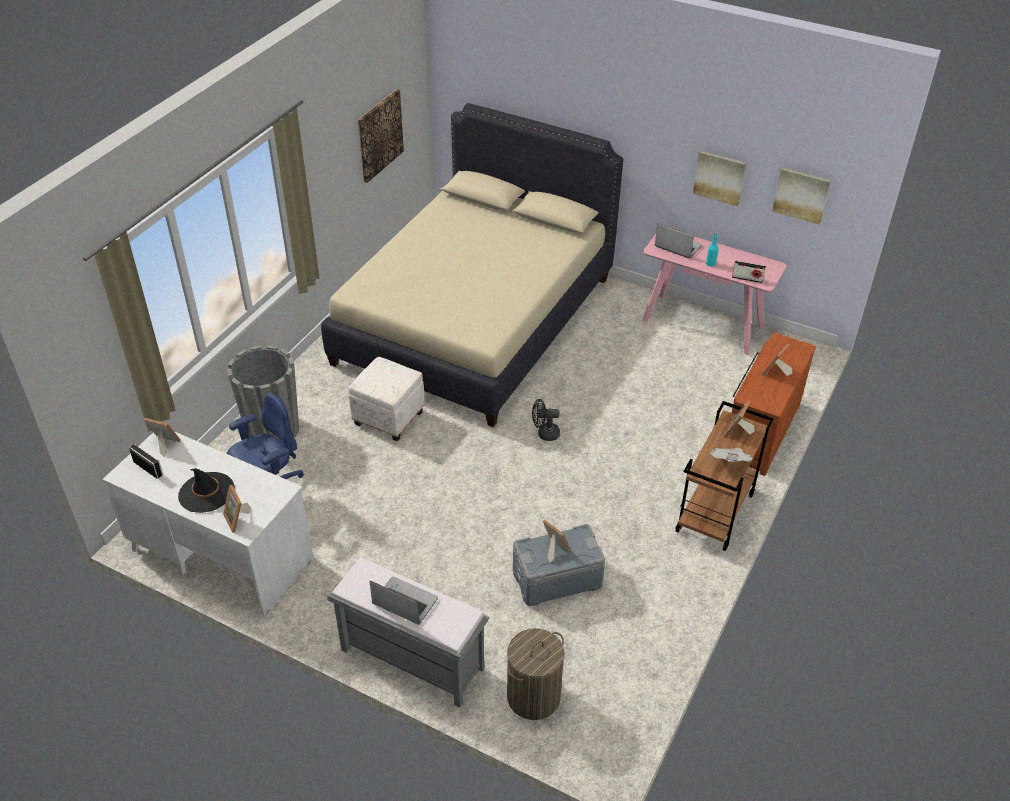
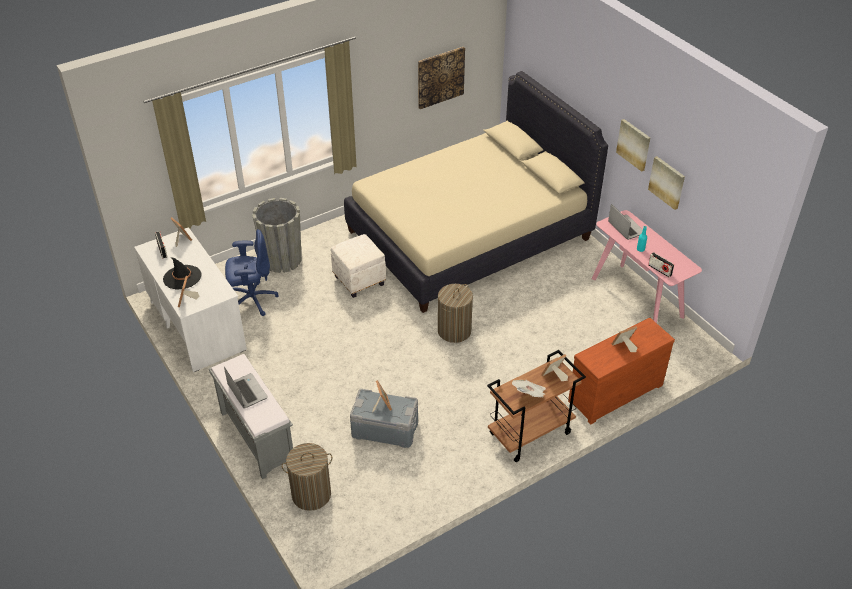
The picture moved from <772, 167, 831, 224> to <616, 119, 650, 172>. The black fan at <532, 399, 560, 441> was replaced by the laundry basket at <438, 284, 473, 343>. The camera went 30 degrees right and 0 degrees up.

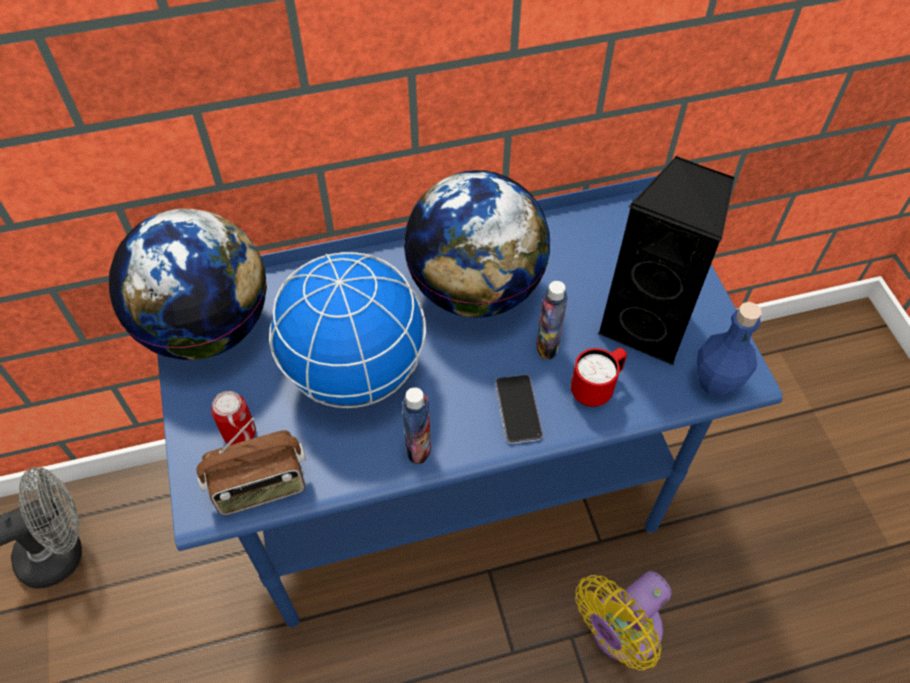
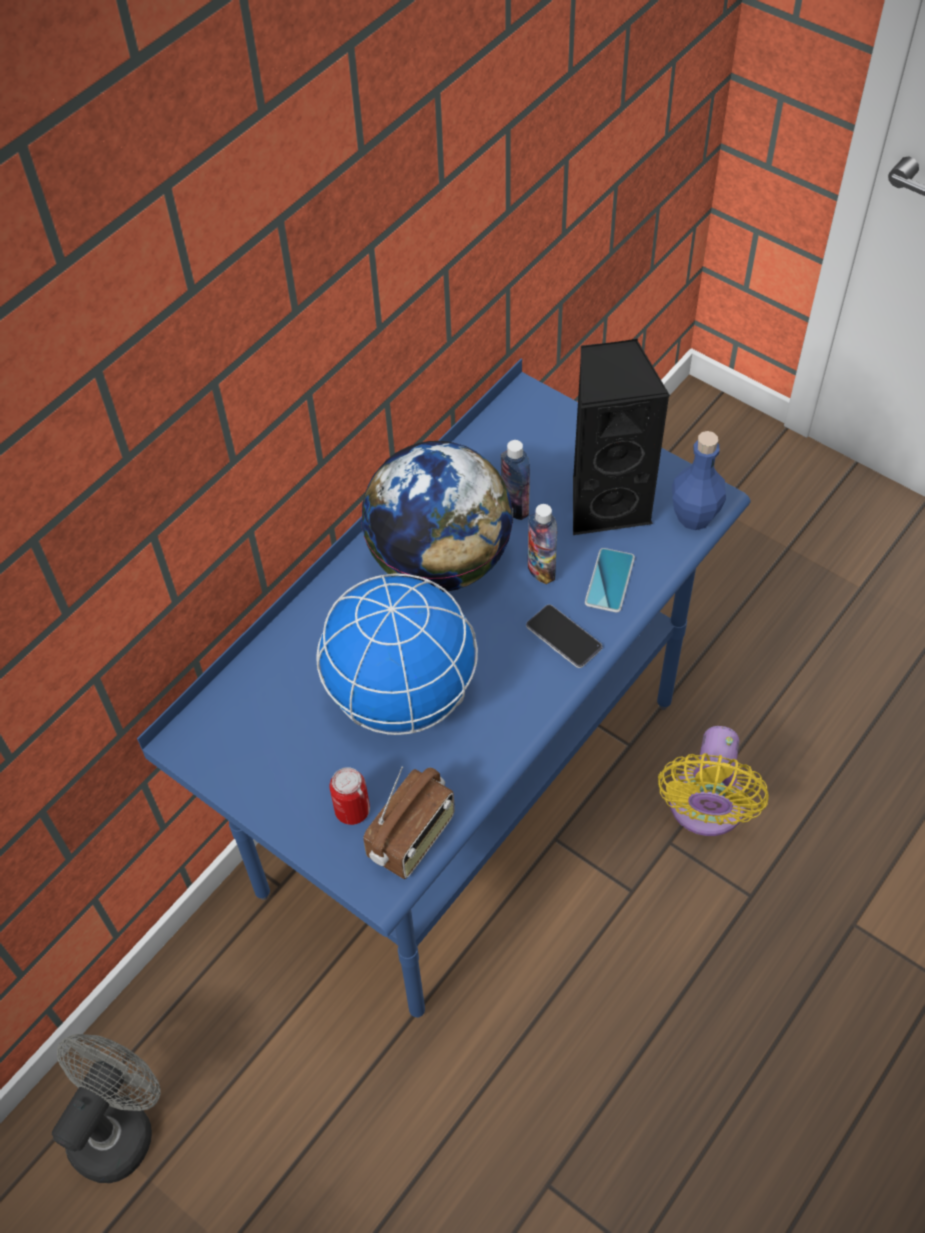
The globe at <109, 209, 267, 360> disappeared. The red mug at <571, 347, 627, 407> was replaced by the phone at <585, 548, 635, 613>. The bottle moved from <402, 387, 431, 464> to <501, 440, 530, 520>. The camera went 35 degrees left and 0 degrees up.

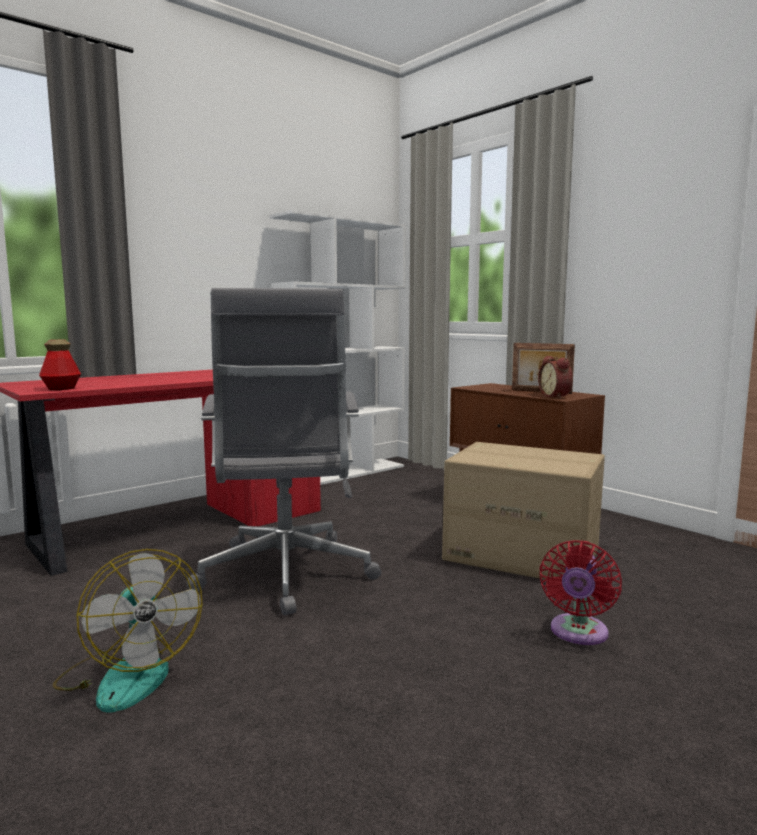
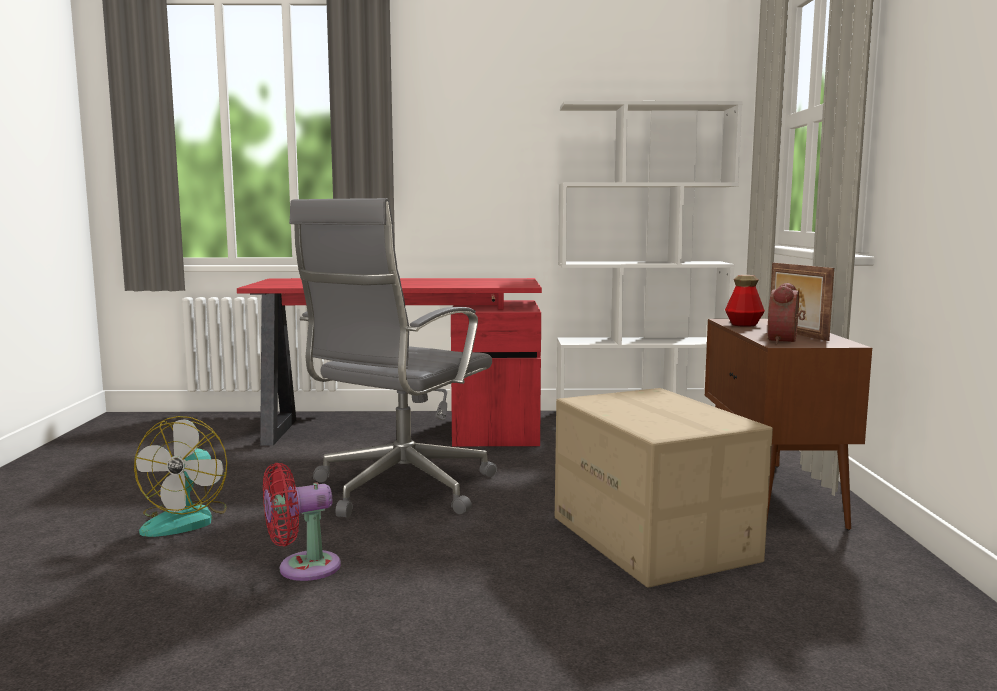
The bottle moved from <39, 340, 81, 390> to <725, 275, 765, 327>. The red fan moved from <539, 540, 622, 645> to <263, 463, 341, 581>. The camera went 40 degrees right and 0 degrees up.

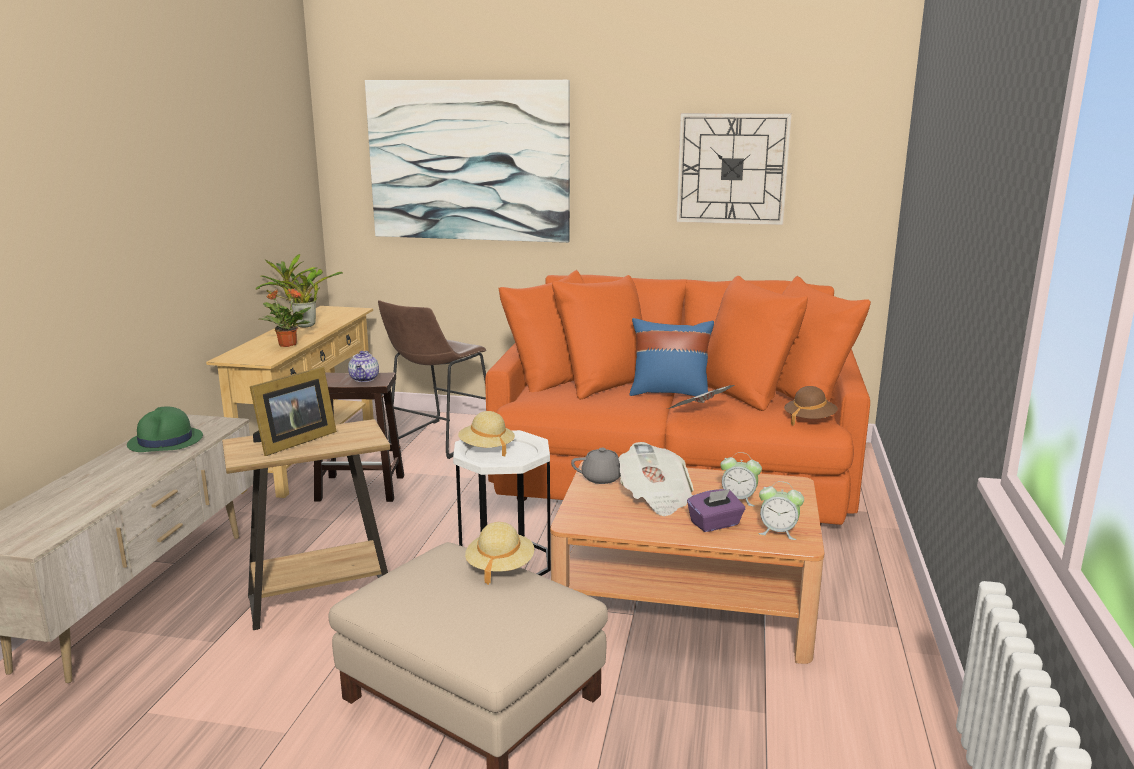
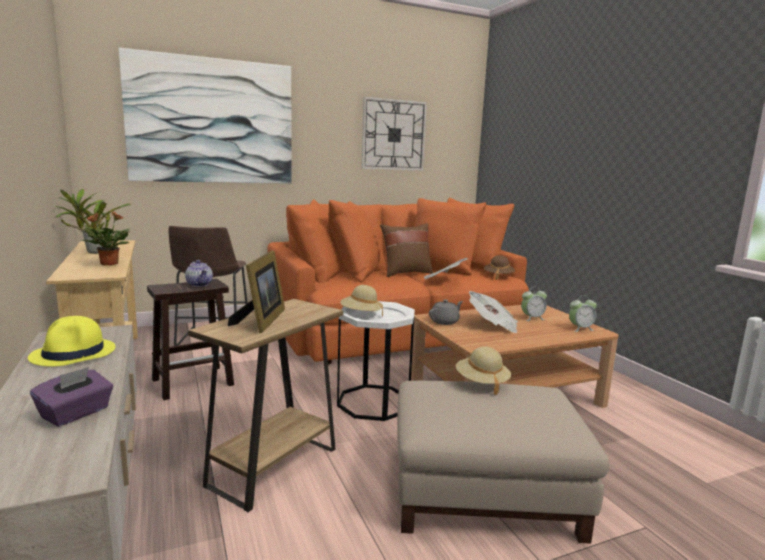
The blue pillow at <629, 318, 714, 396> became the brown pillow at <380, 223, 433, 277>. The green hat at <127, 406, 203, 452> became the yellow hat at <28, 316, 116, 367>. The purple tissue box moved from <687, 489, 745, 532> to <30, 367, 113, 427>. The camera went 35 degrees left and 5 degrees down.

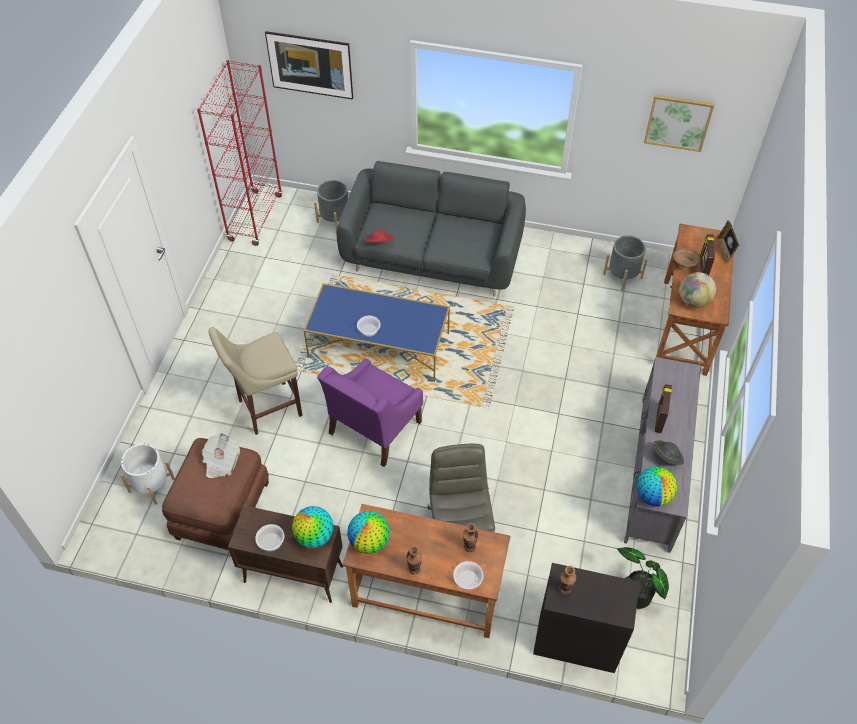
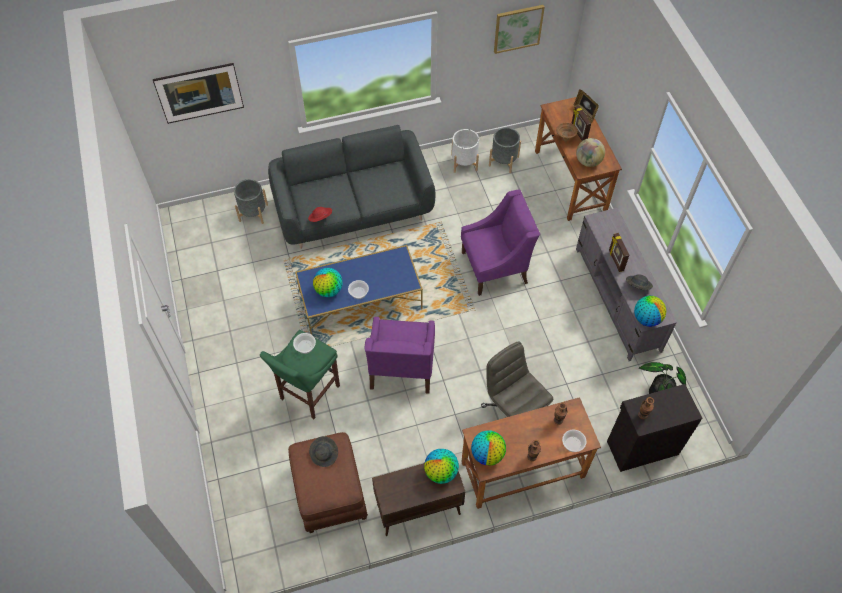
The red bookcase at <197, 60, 282, 246> disappeared. The beige stool at <208, 327, 302, 435> became the green stool at <260, 330, 340, 419>. The newspaper at <202, 432, 240, 478> was replaced by the grey hat at <309, 436, 338, 467>. The white planter moved from <120, 443, 175, 505> to <451, 129, 479, 173>. The bowl moved from <255, 524, 284, 552> to <293, 333, 316, 354>. The purple armchair at <461, 189, 540, 296> appeared. The globe at <313, 268, 343, 297> appeared. The camera went 30 degrees left and 5 degrees up.

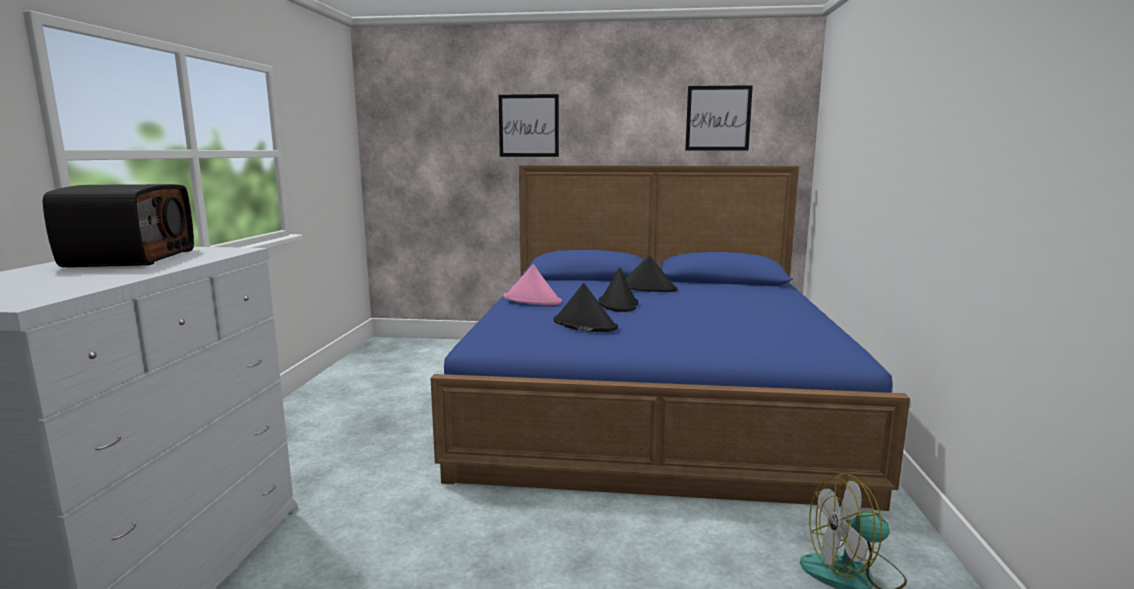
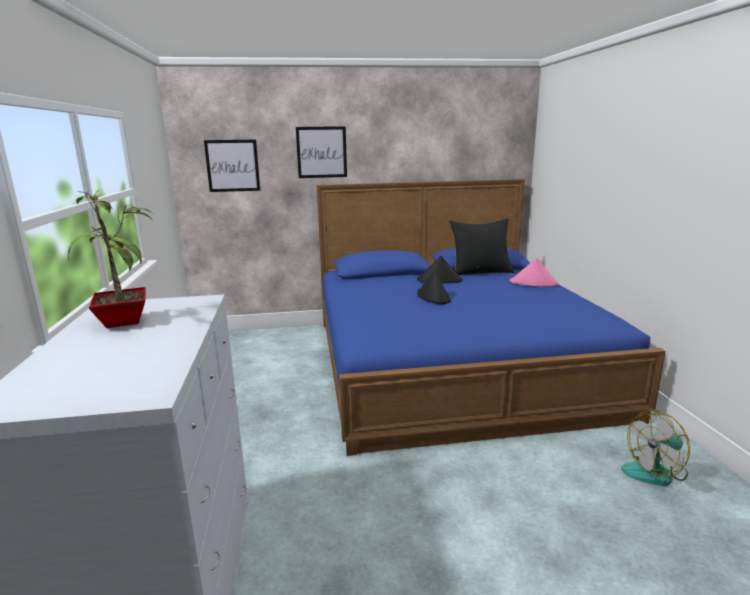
The picture moved from <685, 85, 753, 150> to <204, 140, 260, 192>. The radio at <43, 184, 194, 267> was replaced by the potted plant at <68, 191, 153, 328>. The pink hat moved from <504, 264, 562, 305> to <510, 258, 559, 287>. The black hat at <554, 283, 618, 332> disappeared. The black pillow at <449, 218, 514, 275> appeared. The camera went 15 degrees left and 5 degrees up.

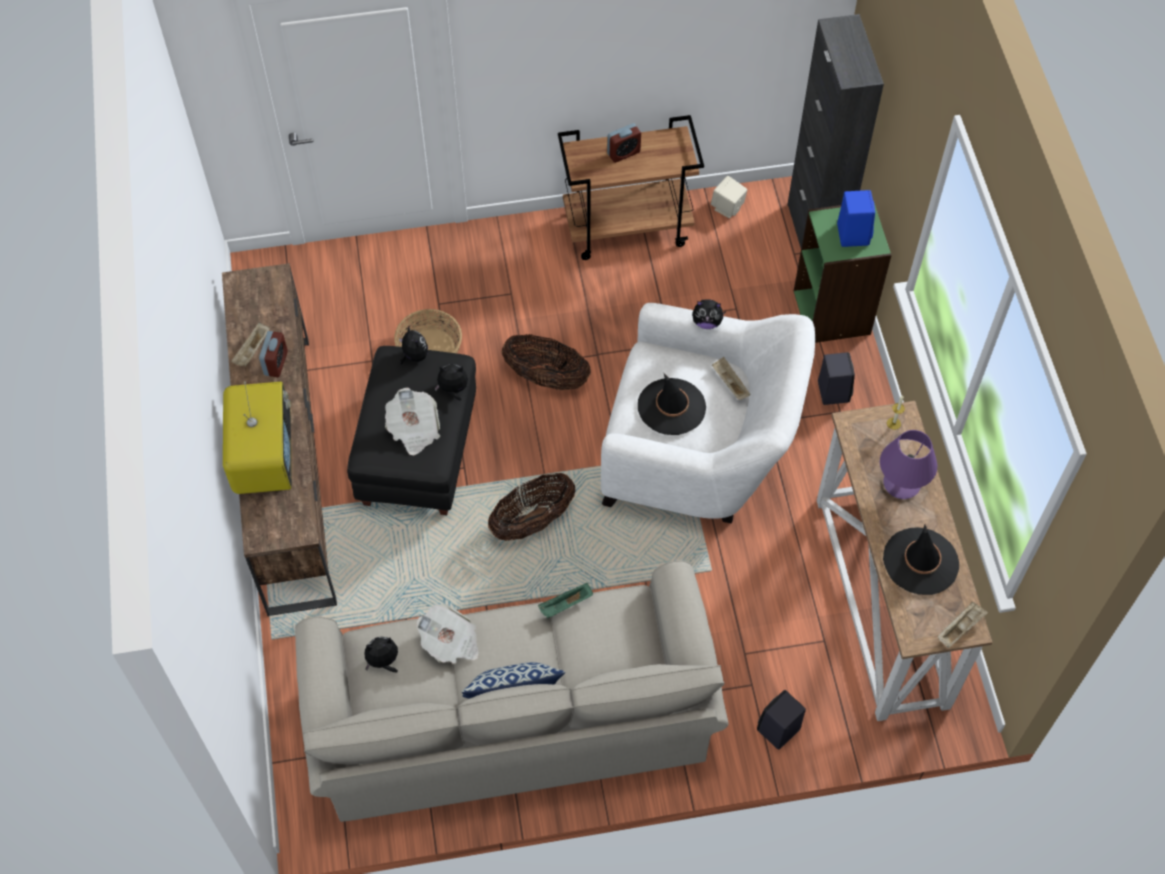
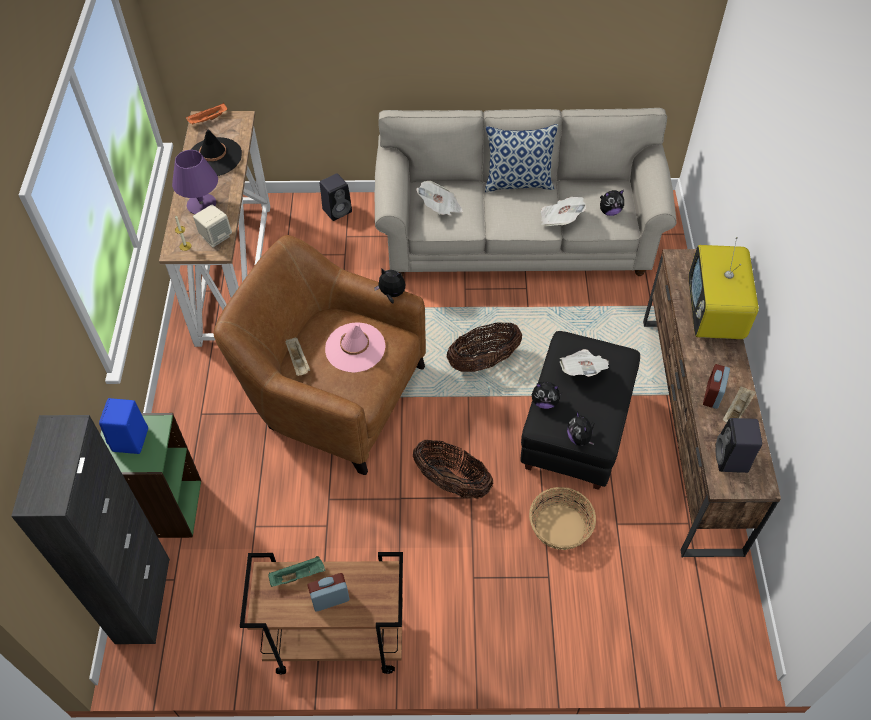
The beige speaker moved from <711, 176, 747, 218> to <193, 205, 232, 247>. The plush toy moved from <692, 299, 727, 329> to <374, 268, 405, 303>. The white armchair at <601, 303, 815, 523> became the brown armchair at <214, 235, 426, 475>. The black speaker moved from <818, 352, 855, 405> to <715, 418, 762, 473>. The black hat at <638, 373, 706, 435> became the pink hat at <325, 322, 386, 373>. The green tray moved from <538, 583, 593, 618> to <268, 556, 325, 587>. The beige tray at <938, 602, 988, 648> became the orange tray at <186, 103, 227, 125>. The newspaper at <416, 181, 463, 215> appeared. The camera went 170 degrees left and 5 degrees down.

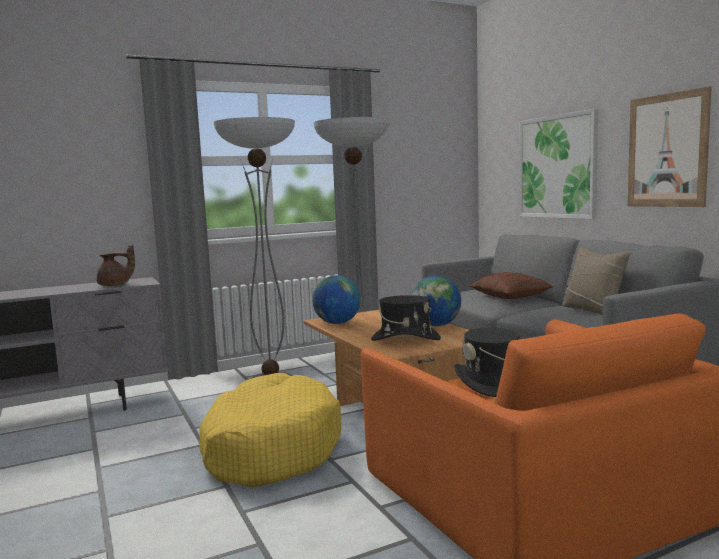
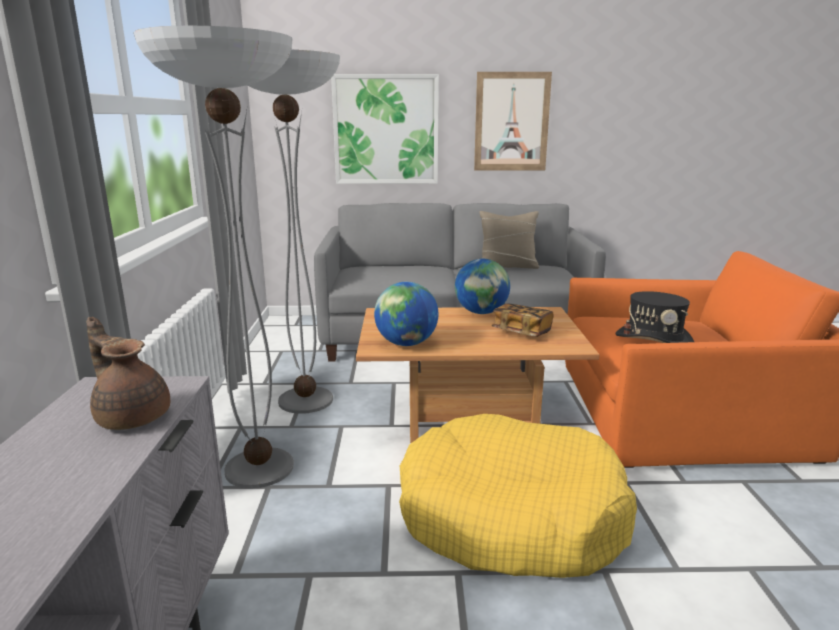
The brown teapot at <97, 245, 135, 286> turned 60 degrees counterclockwise. The brown pillow at <470, 272, 553, 299> disappeared. The black hat at <371, 295, 441, 341> was replaced by the book at <492, 303, 554, 337>. The camera went 65 degrees left and 10 degrees up.

